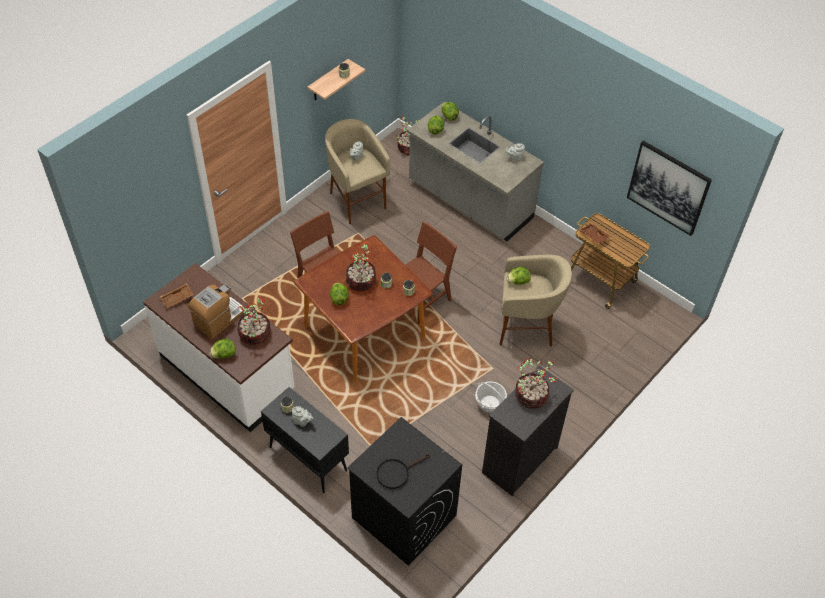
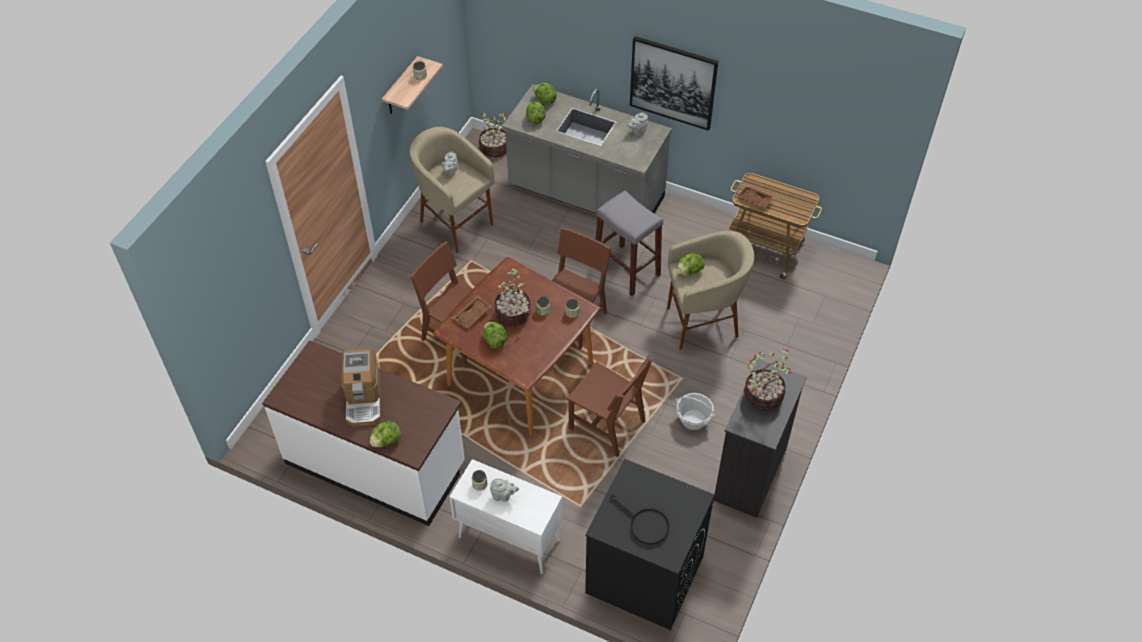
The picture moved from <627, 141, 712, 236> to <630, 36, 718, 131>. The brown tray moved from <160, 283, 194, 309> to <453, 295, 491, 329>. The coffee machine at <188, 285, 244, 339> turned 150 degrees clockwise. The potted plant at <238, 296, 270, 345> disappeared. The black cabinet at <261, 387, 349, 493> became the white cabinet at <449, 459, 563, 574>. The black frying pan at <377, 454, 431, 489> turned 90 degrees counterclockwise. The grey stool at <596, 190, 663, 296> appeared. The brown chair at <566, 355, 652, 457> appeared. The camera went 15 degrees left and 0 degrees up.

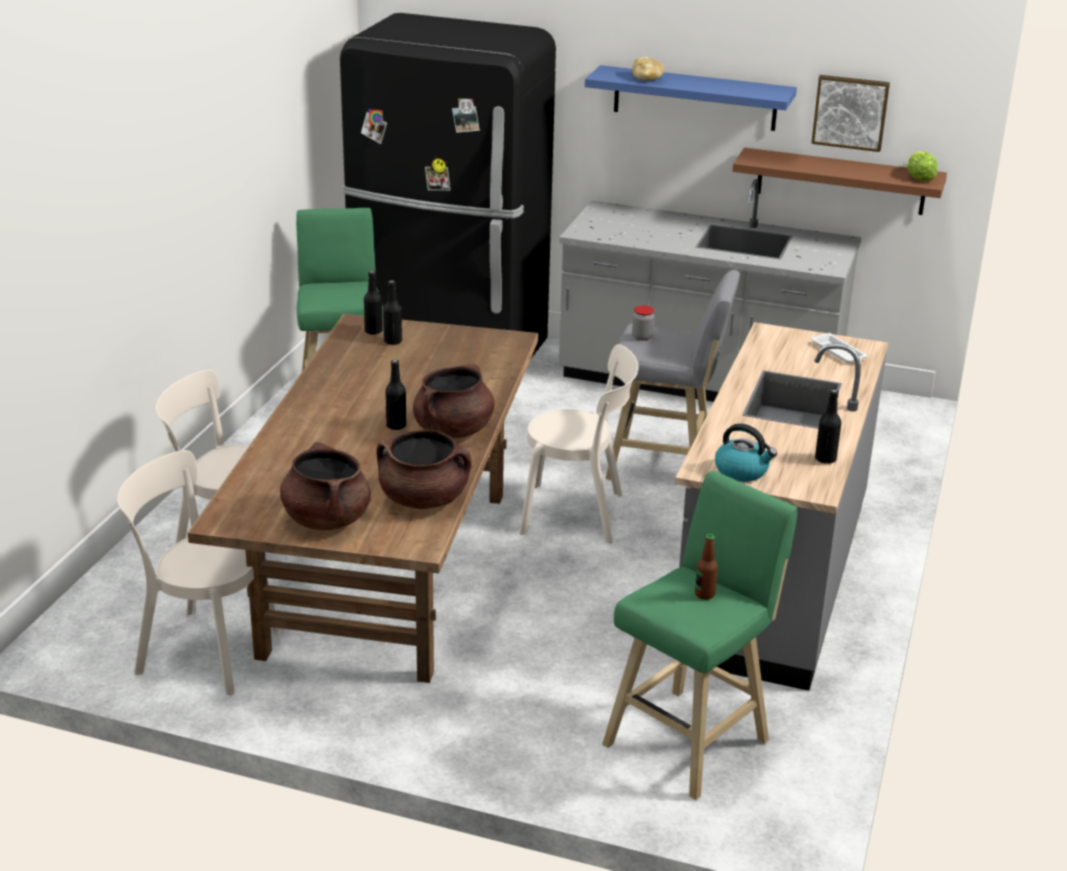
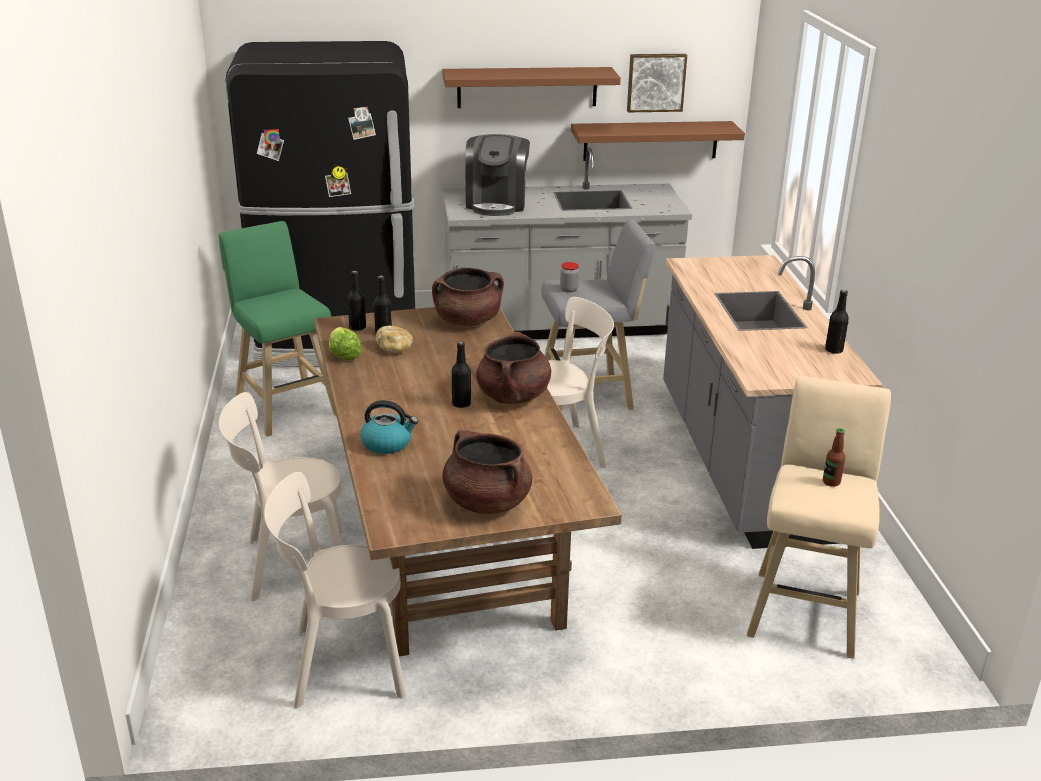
The bread moved from <632, 57, 665, 81> to <376, 326, 413, 353>. The blue shelf at <585, 65, 797, 131> became the brown shelf at <442, 67, 621, 108>. The lettuce moved from <907, 151, 937, 181> to <329, 327, 362, 360>. The white tray at <811, 333, 868, 363> disappeared. The kettle moved from <715, 424, 777, 482> to <360, 400, 418, 454>. The brown cooking pot moved from <376, 429, 472, 509> to <432, 267, 504, 326>. The green stool at <602, 471, 797, 800> became the beige stool at <747, 376, 891, 659>. The coffee machine at <465, 134, 530, 216> appeared. The camera went 25 degrees left and 0 degrees up.

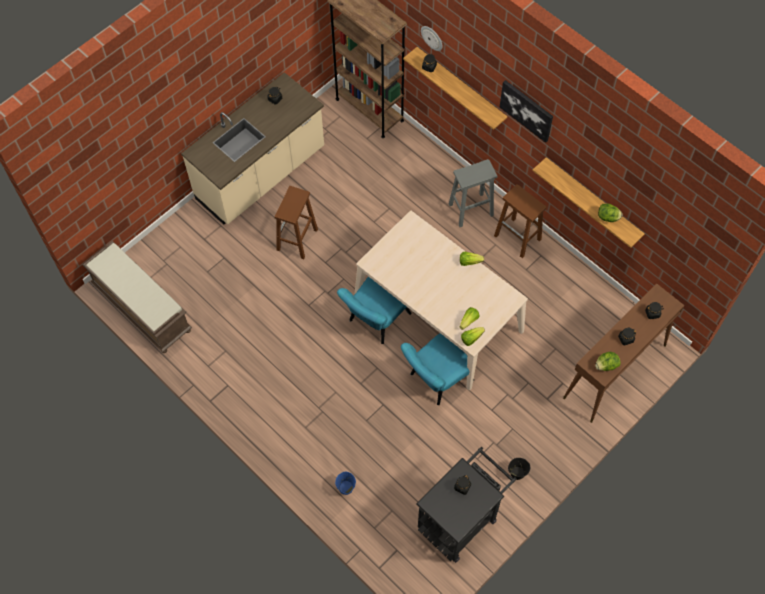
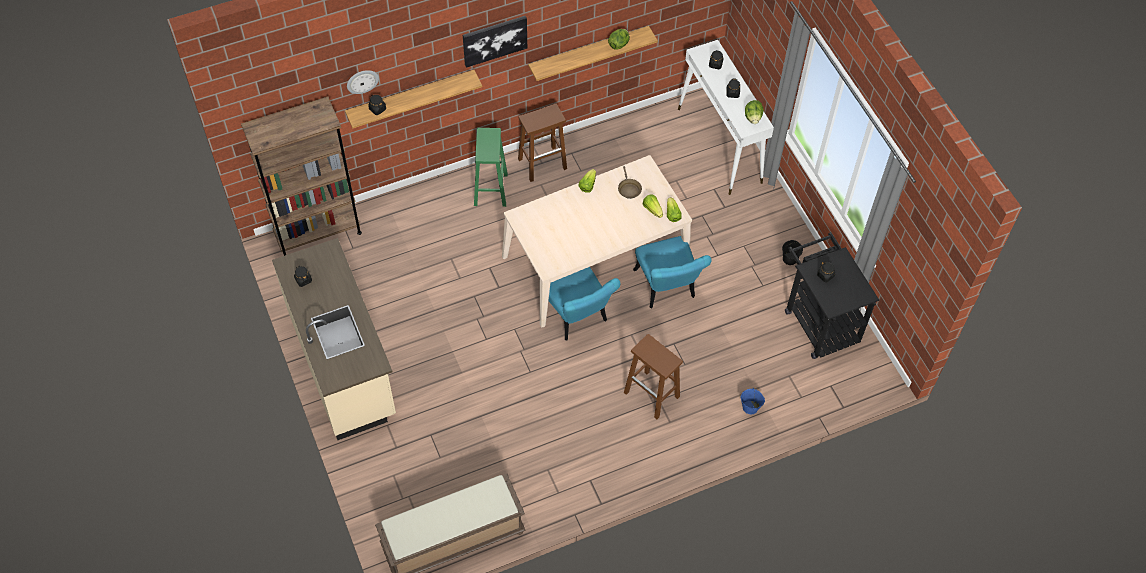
The grey stool at <449, 159, 497, 227> became the green stool at <474, 128, 508, 207>. The brown stool moved from <275, 186, 318, 259> to <624, 334, 683, 419>. The brown console table at <563, 283, 685, 423> became the white console table at <678, 40, 774, 195>. The brown frying pan at <618, 166, 642, 199> appeared. The camera went 70 degrees left and 5 degrees down.

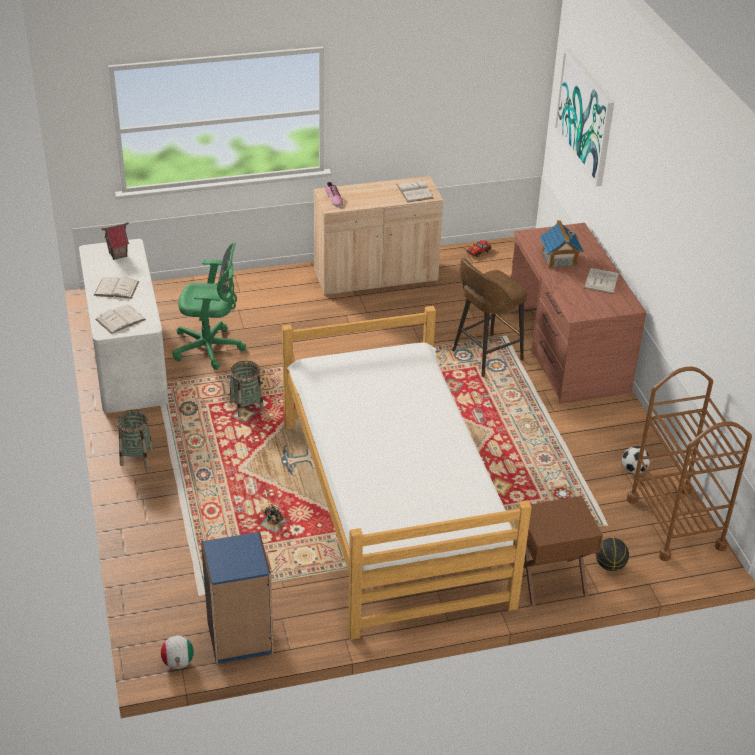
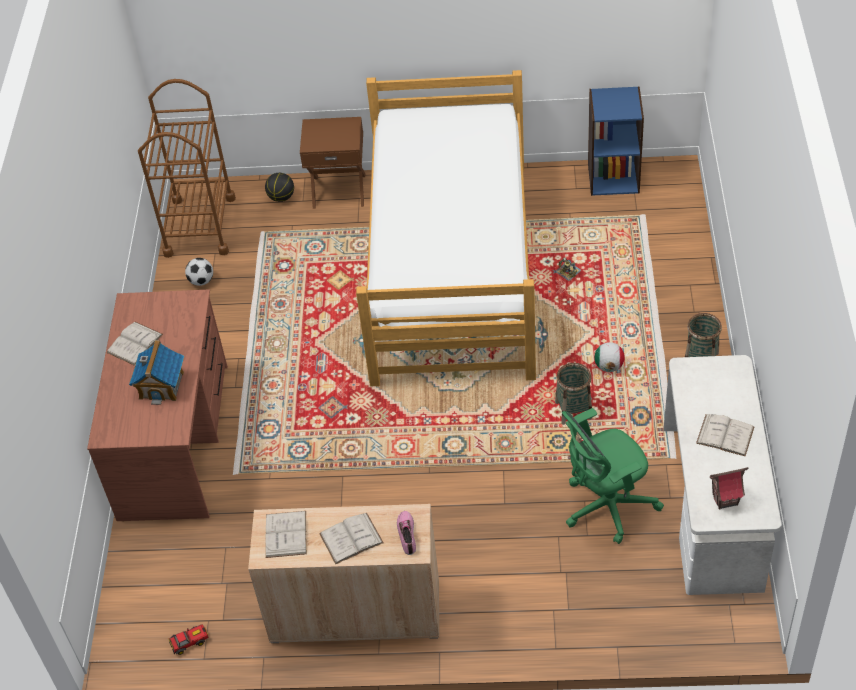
The picture at <554, 48, 614, 186> disappeared. The green office chair at <172, 242, 246, 370> turned 45 degrees counterclockwise. The brown stool at <452, 258, 527, 377> disappeared. The white book moved from <95, 305, 146, 334> to <319, 513, 384, 564>. The football moved from <161, 636, 194, 669> to <594, 342, 625, 372>. The camera went 160 degrees left and 10 degrees up.

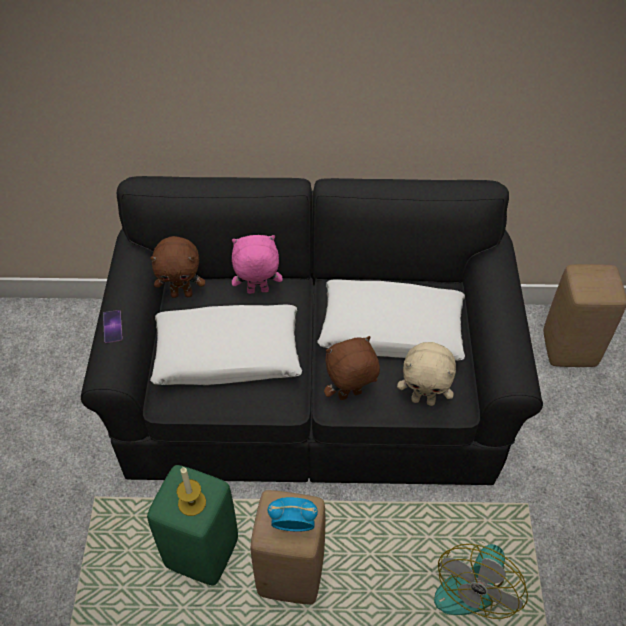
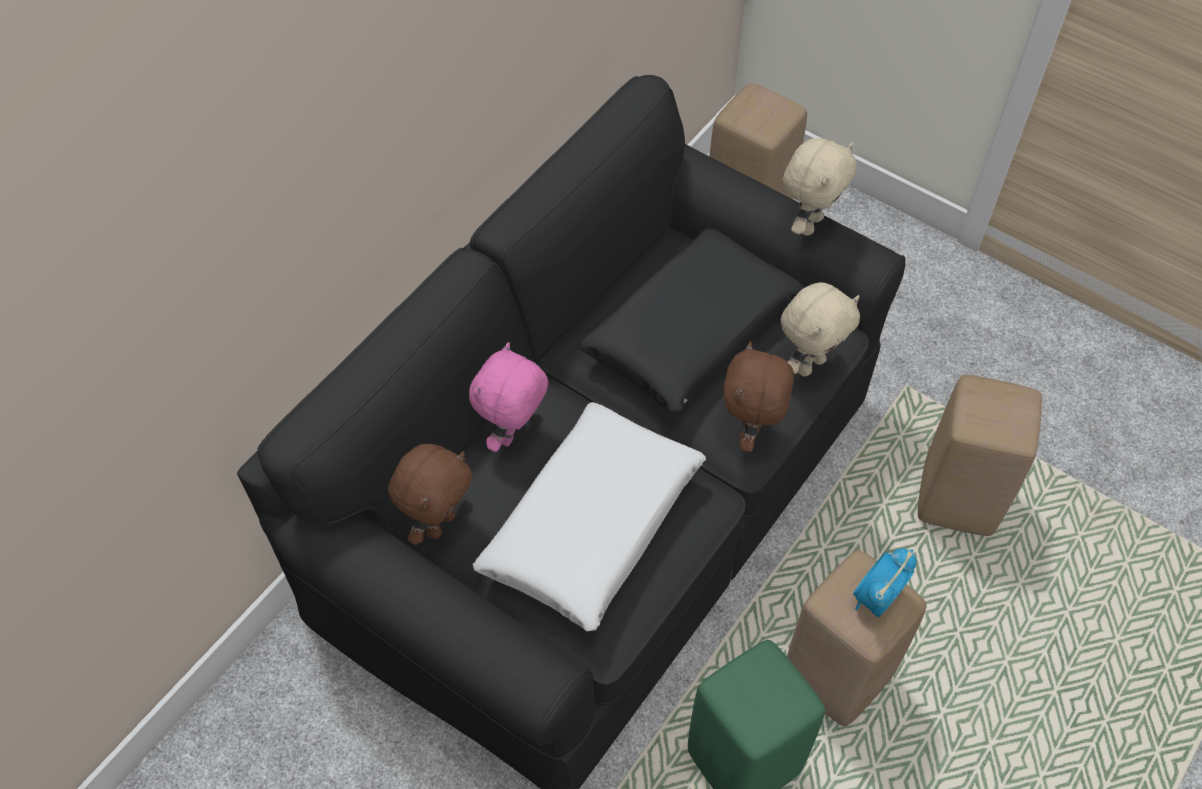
The white pillow at <317, 280, 465, 361> became the black pillow at <579, 228, 804, 412>. The phone at <103, 310, 123, 343> disappeared. The candle at <177, 467, 206, 516> disappeared. The fan at <434, 541, 528, 619> was replaced by the beige stool at <918, 375, 1042, 536>. The beige plush toy at <783, 138, 857, 236> appeared. The camera went 55 degrees left and 5 degrees up.

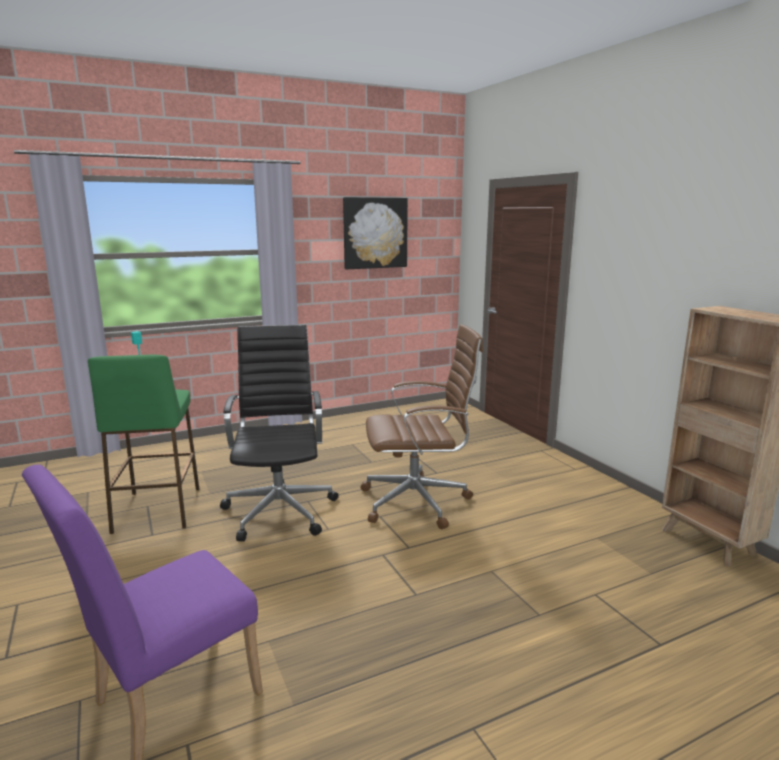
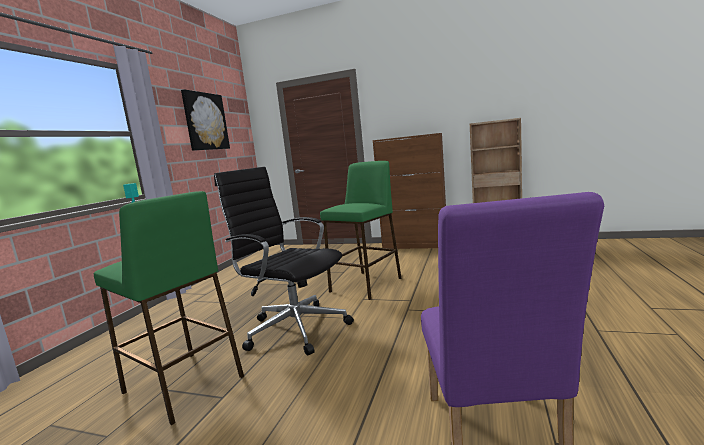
The brown office chair at <360, 324, 483, 529> was replaced by the green stool at <320, 161, 401, 300>. The brown cabinet at <373, 133, 446, 249> appeared. The camera went 45 degrees left and 5 degrees down.

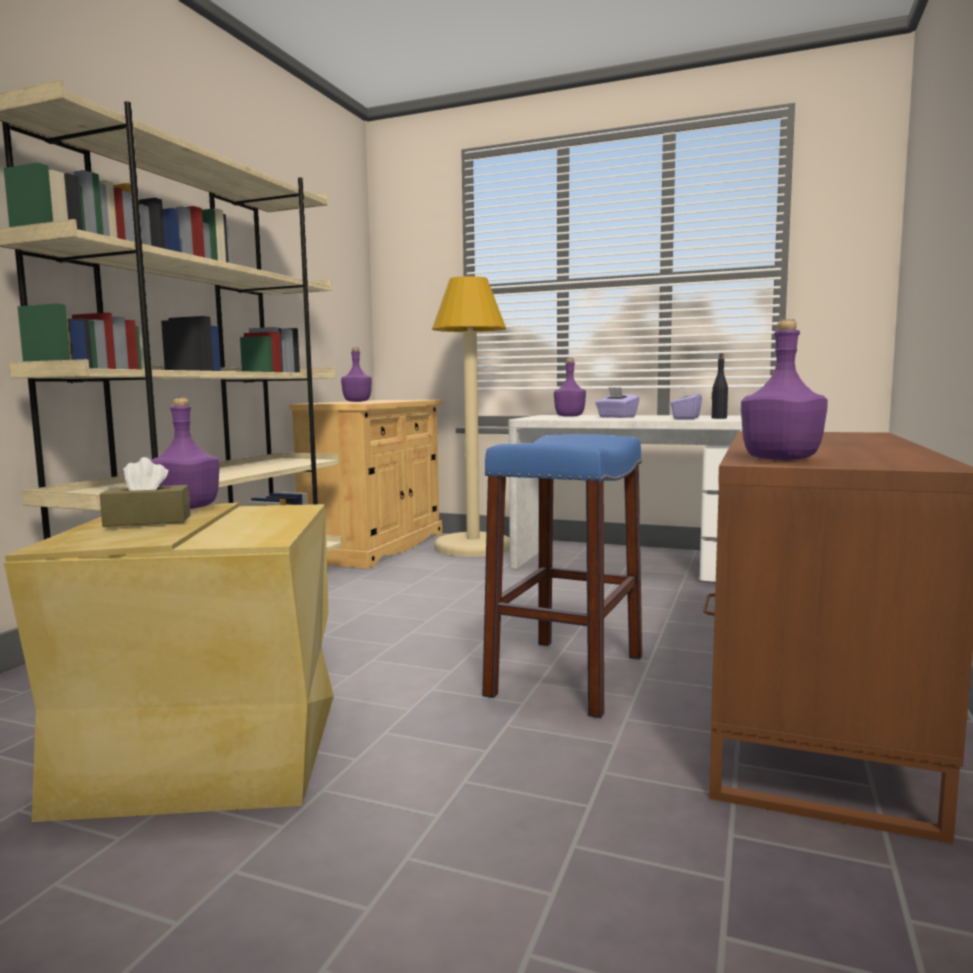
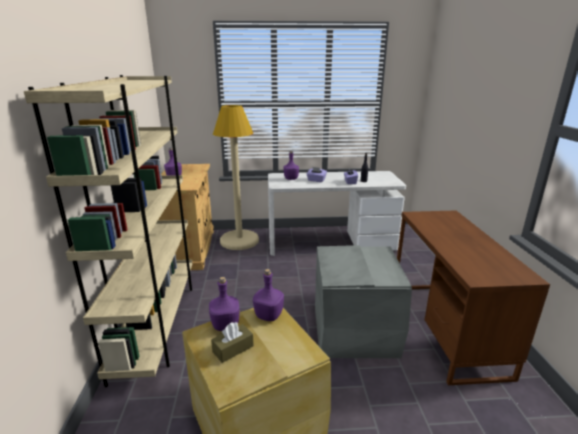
The purple bottle moved from <741, 319, 828, 460> to <253, 269, 284, 321>. The blue stool at <482, 434, 642, 718> was replaced by the grey storage box at <315, 245, 412, 358>. The camera went 25 degrees left and 15 degrees up.

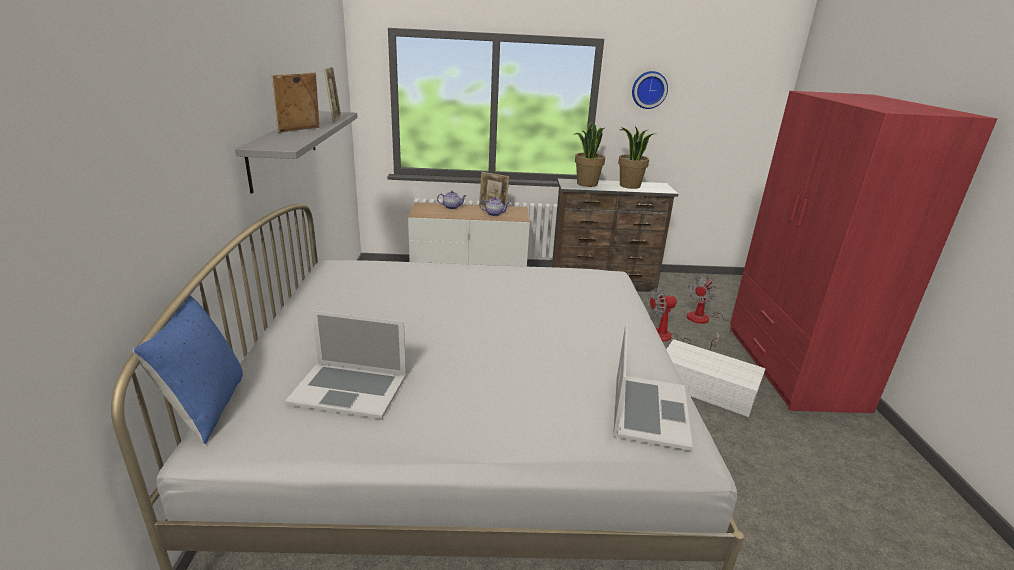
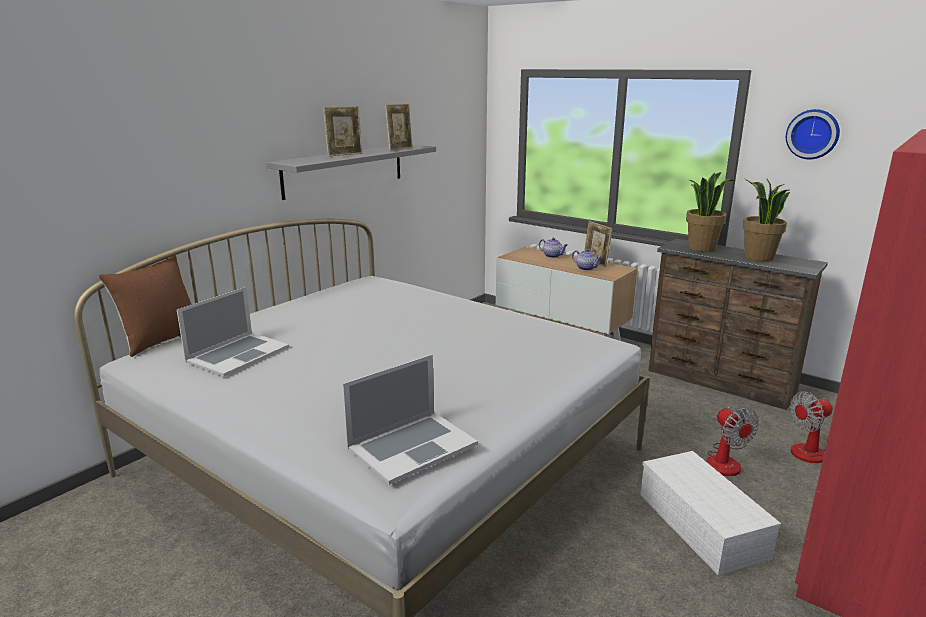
The picture frame at <271, 72, 320, 133> turned 150 degrees clockwise. The fan at <648, 288, 720, 351> turned 135 degrees counterclockwise. The blue pillow at <133, 295, 243, 444> became the brown pillow at <98, 255, 192, 357>. The laptop at <285, 310, 406, 419> turned 105 degrees counterclockwise. The camera went 40 degrees right and 5 degrees down.

